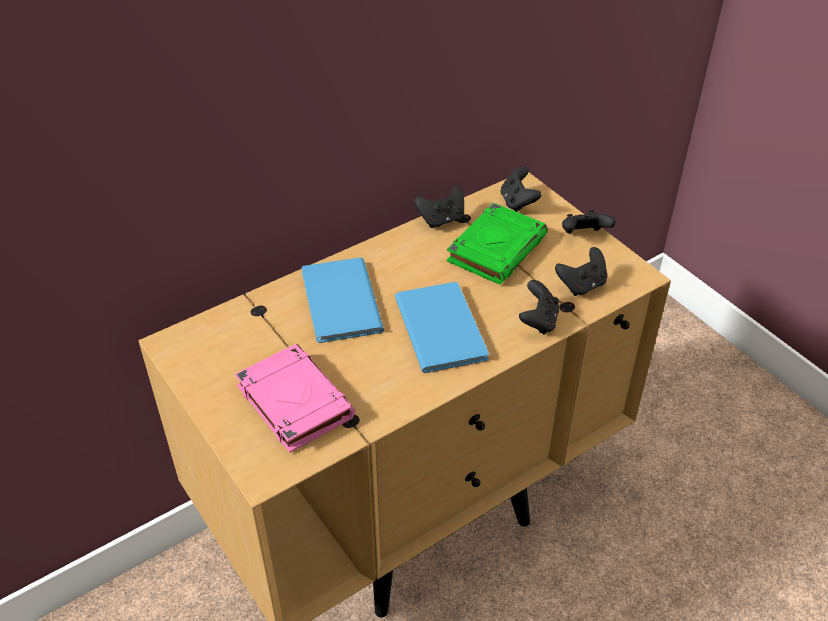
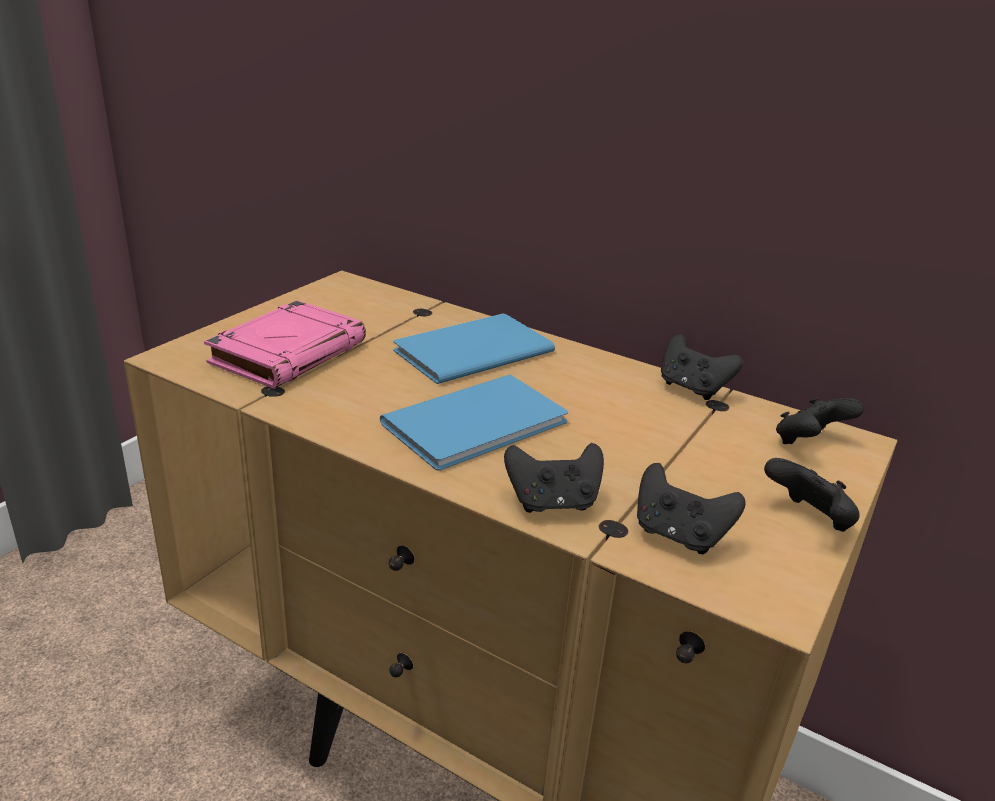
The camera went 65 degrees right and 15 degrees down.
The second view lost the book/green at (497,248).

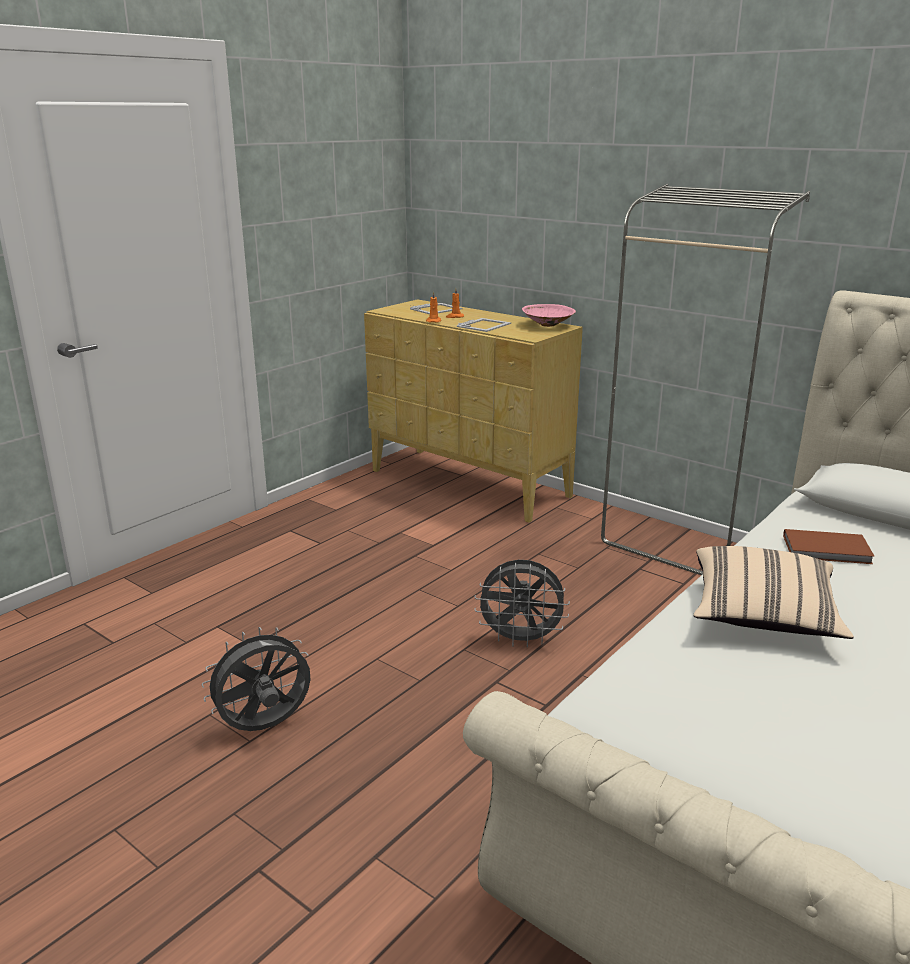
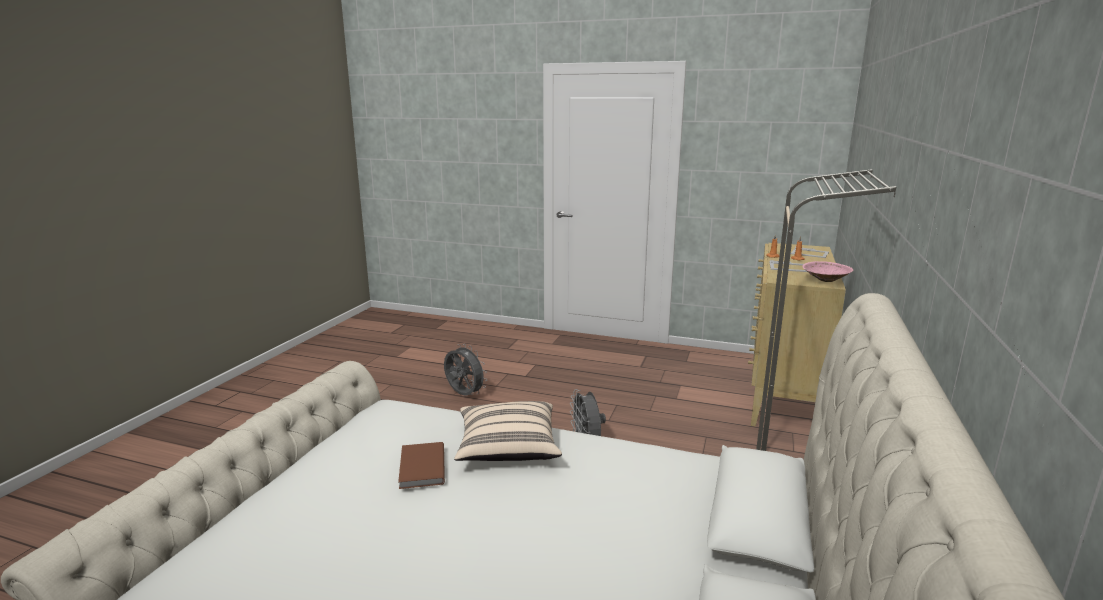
The camera went 70 degrees right and 5 degrees down.
The book/brown ended up elsewhere, having gone from (828,550) to (420,468).

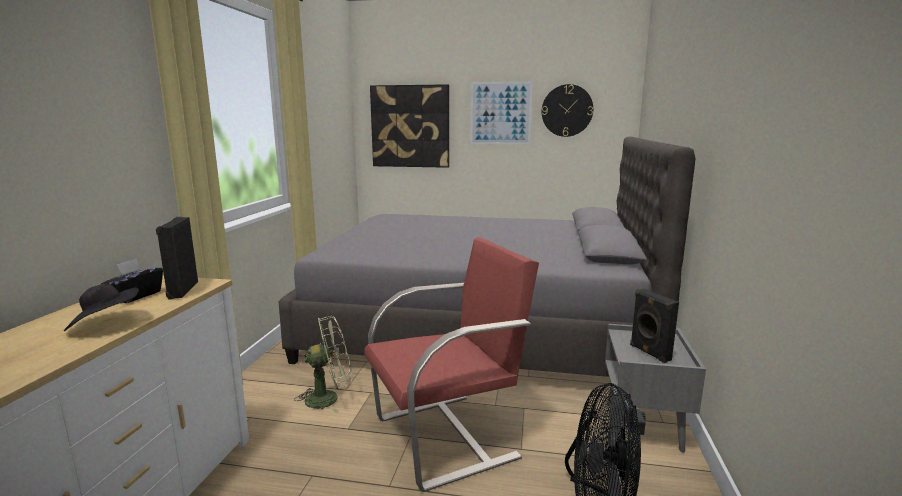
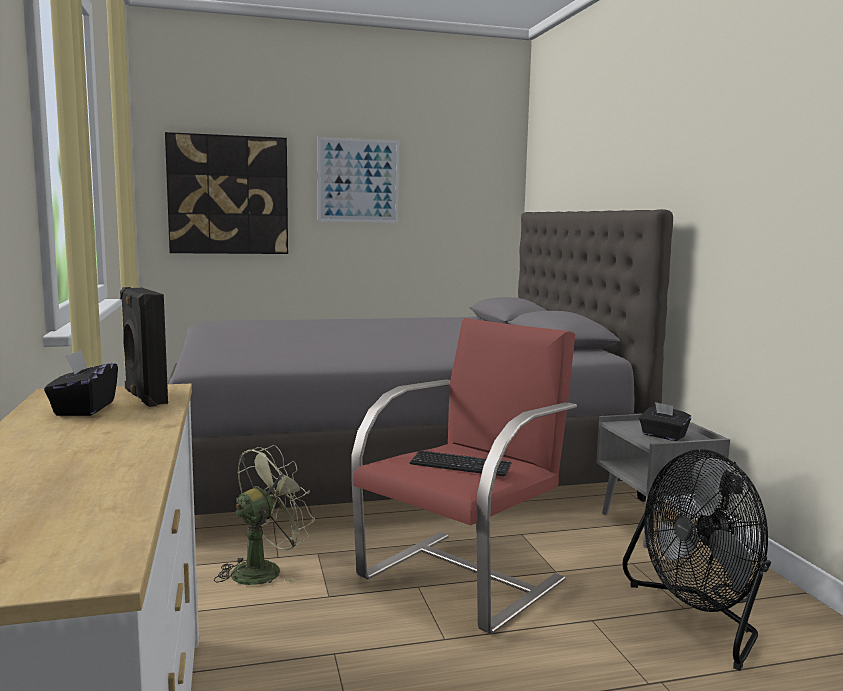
The camera went 25 degrees left and 5 degrees down.
The second view lost the wall clock at (567,110).
The second view lost the hat/black at (105,324).
Where the speaker/black stood at (649,353), the tissue box/black came to stand at (663,436).
The second view gained the keyboard at (460,466).

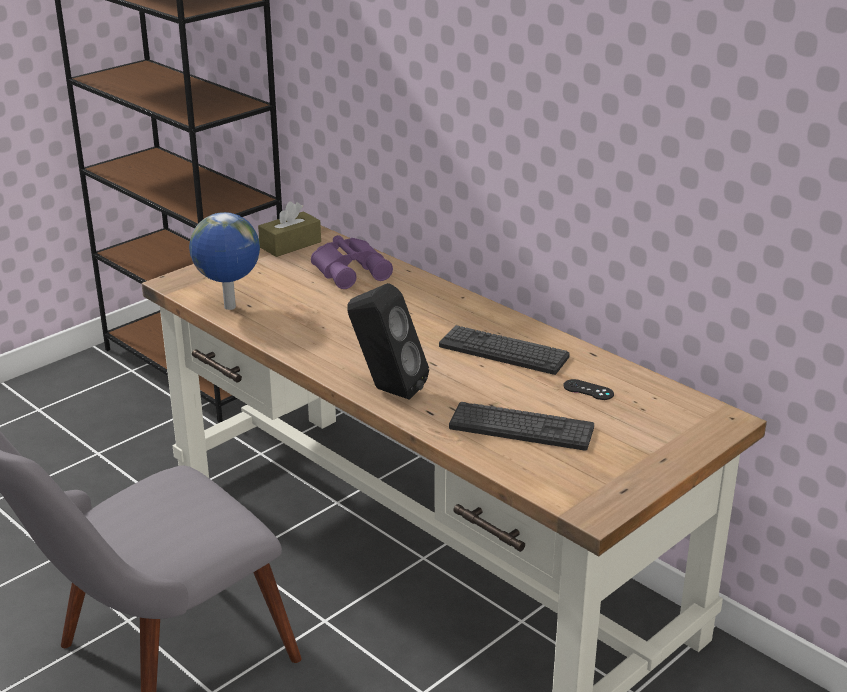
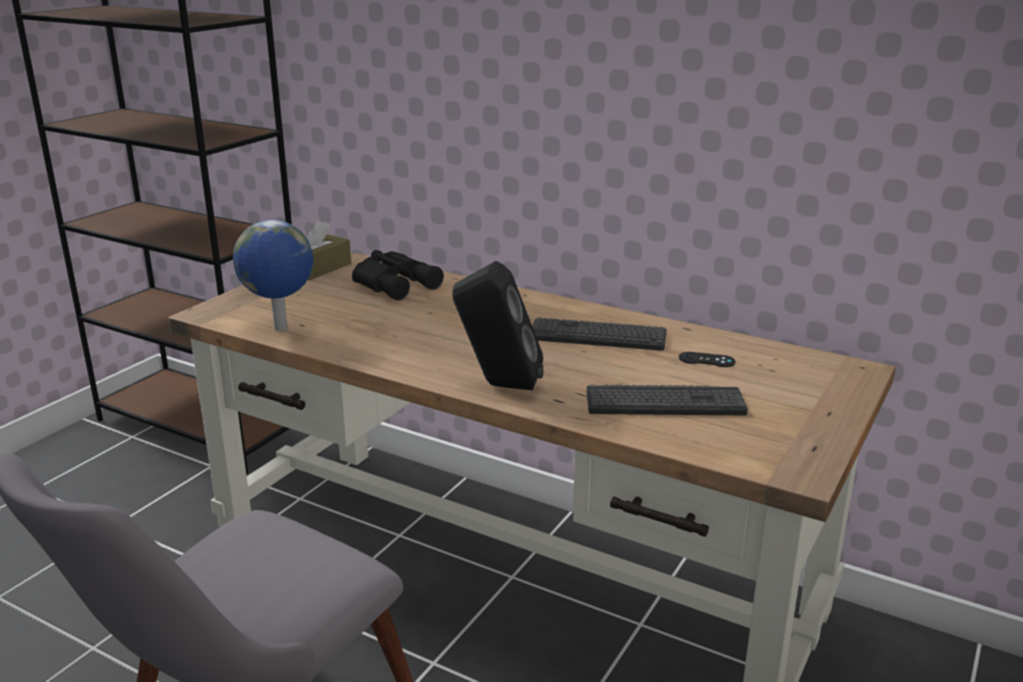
The camera went 15 degrees left and 5 degrees down.
What was the binoculars/purple at (351,270) turned into the binoculars/black at (396,283).

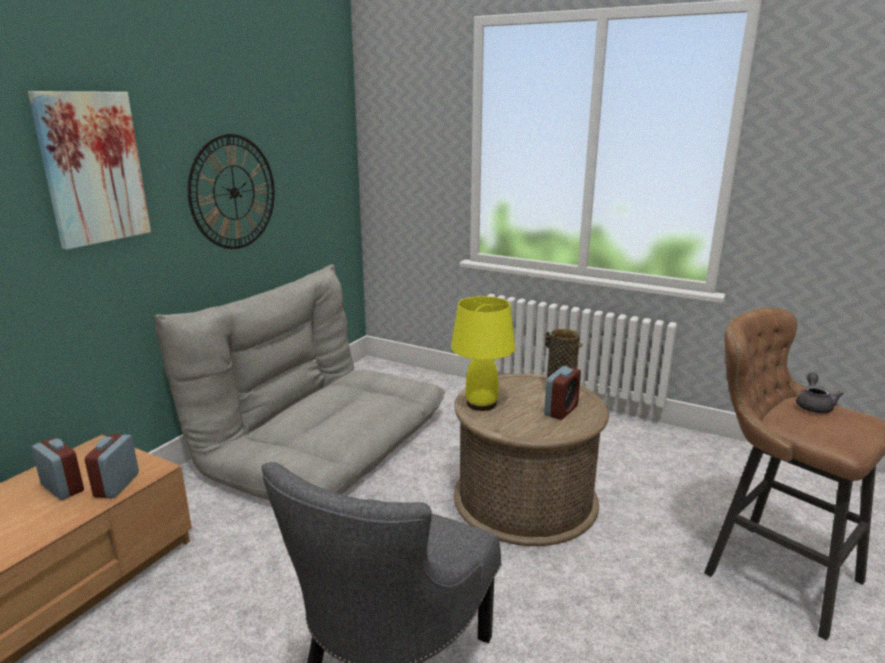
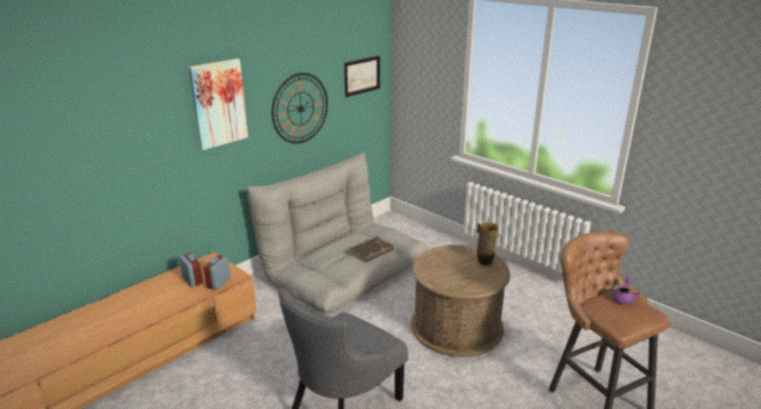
The camera went 15 degrees right and 5 degrees up.
The second view lost the table lamp/yellow at (482,403).
The second view lost the alarm clock at (561,410).
What was the teapot/grey at (813,405) turned into the teapot/purple at (623,298).
The second view gained the picture at (362,76).
The second view gained the book/brown at (371,252).

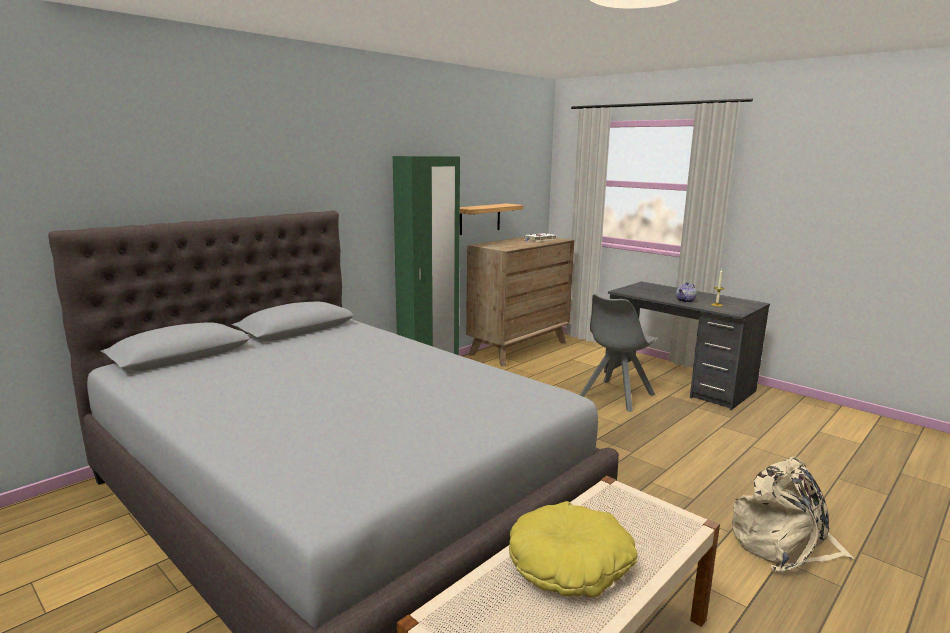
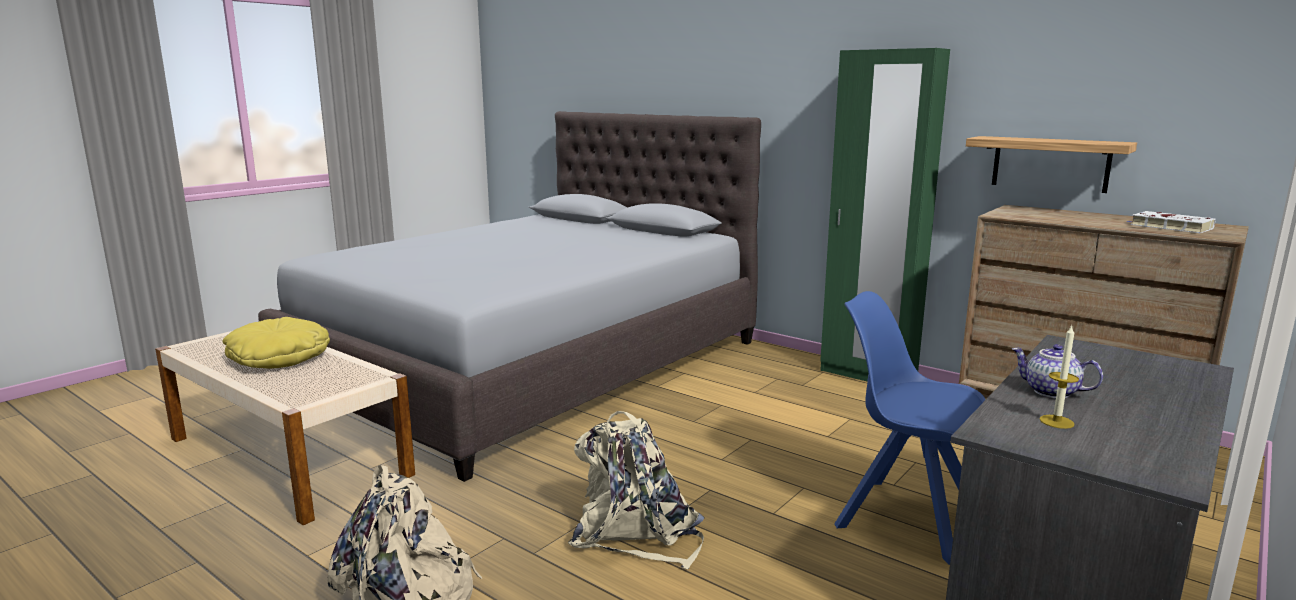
The camera went 85 degrees right and 0 degrees up.
What was the chair/grey at (615,396) turned into the chair/blue at (905,518).
The second view gained the backpack/beige at (636,533).

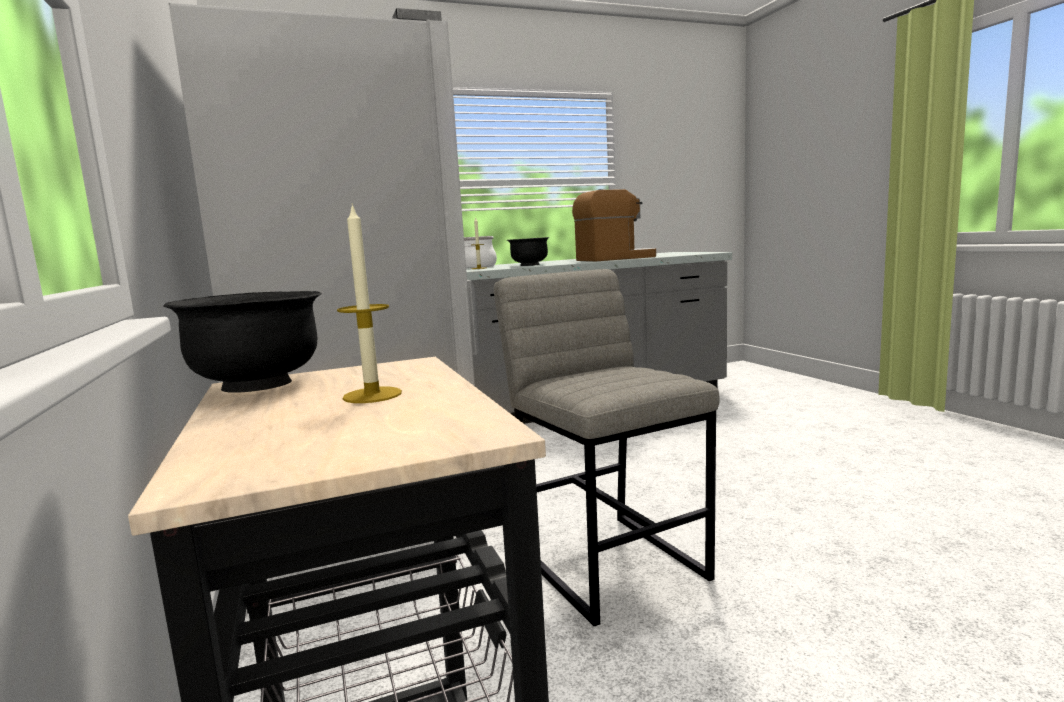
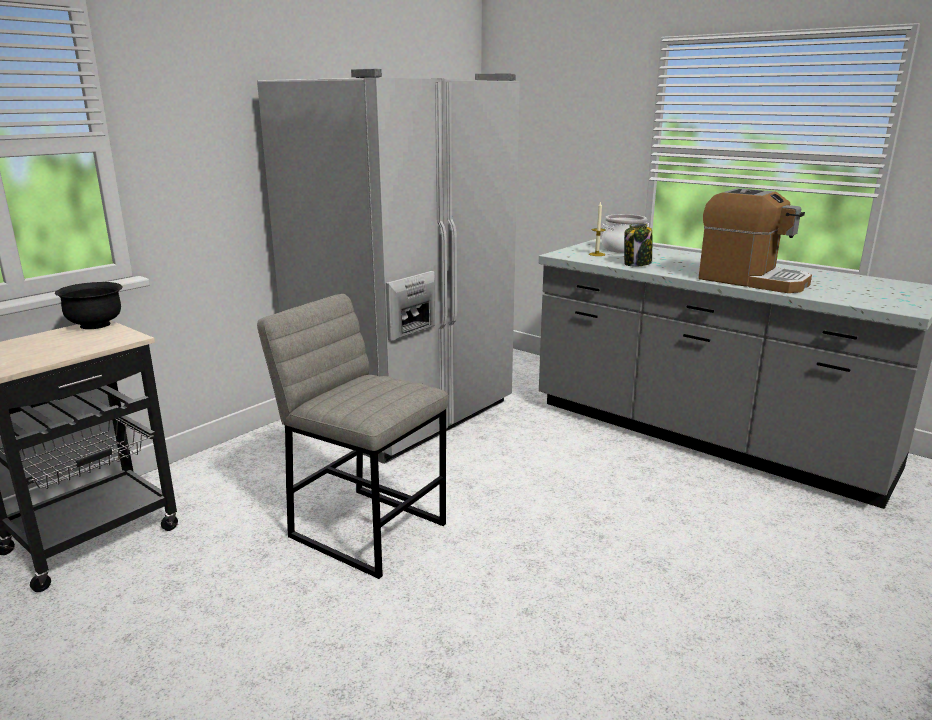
The camera went 60 degrees right and 10 degrees up.
The second view lost the candle at (372,395).
Where the bowl/black stood at (529,265), the jar came to stand at (637,264).
The chair/grey at (607,561) ended up facing another way, 90 degrees counterclockwise from before.

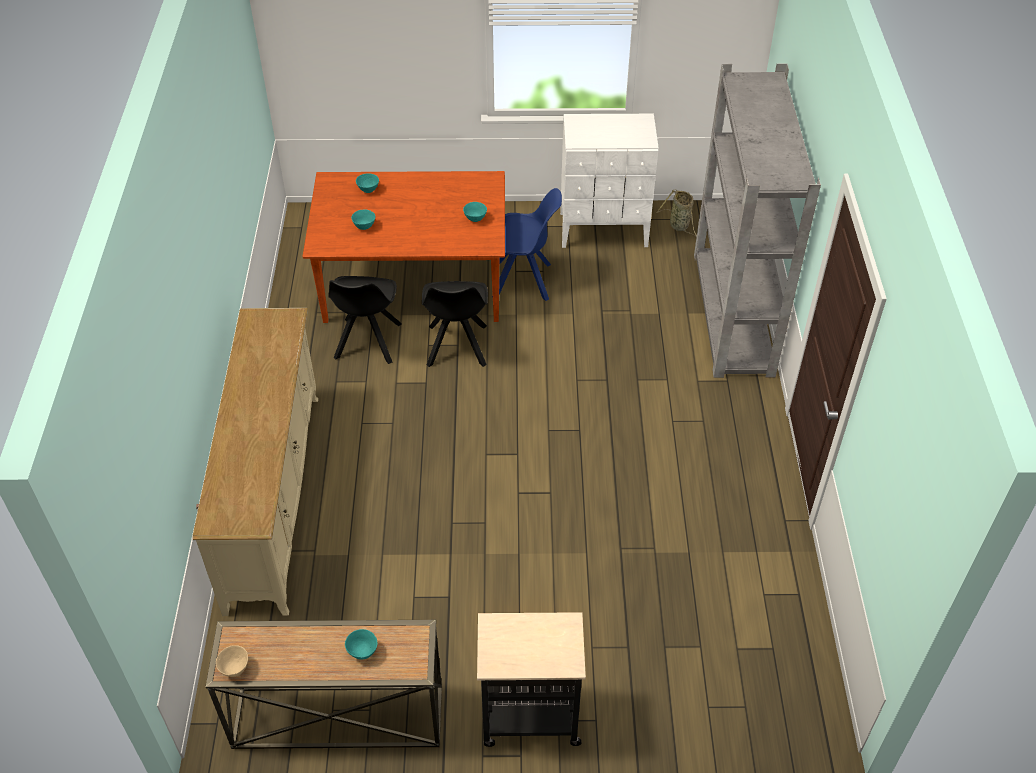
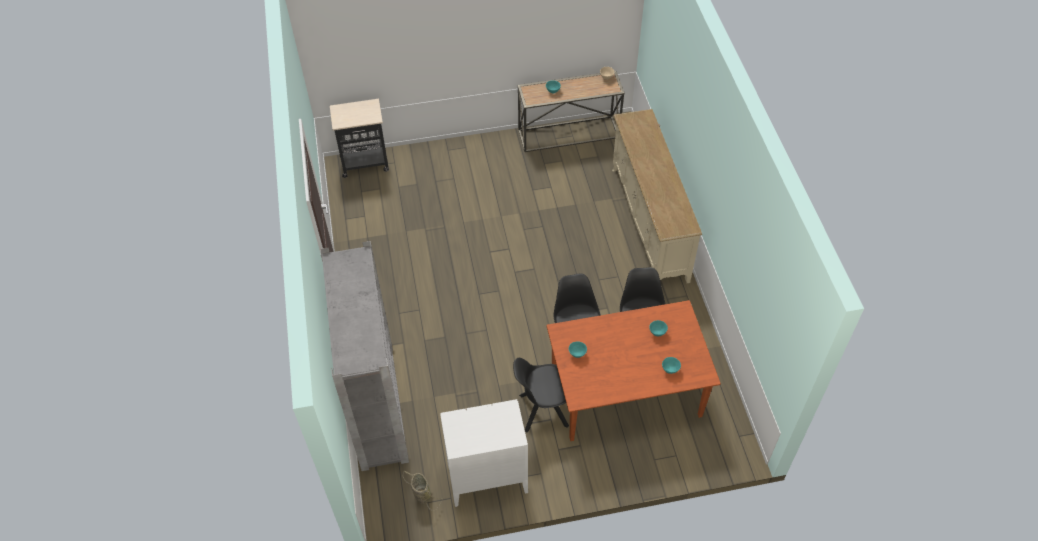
The camera went 170 degrees right and 5 degrees up.
What was the chair/blue at (523,281) turned into the chair/black at (542,410).
The cart ended up elsewhere, having gone from (529,718) to (365,163).

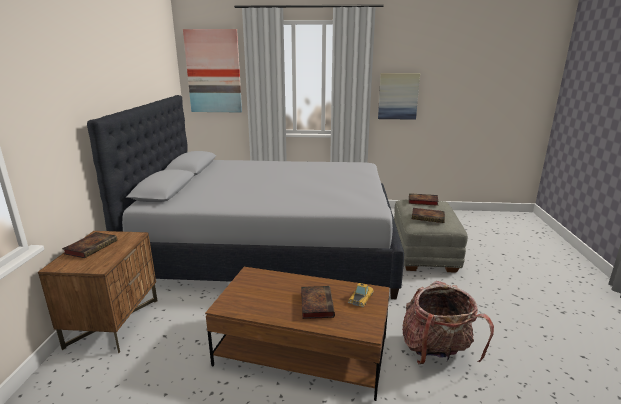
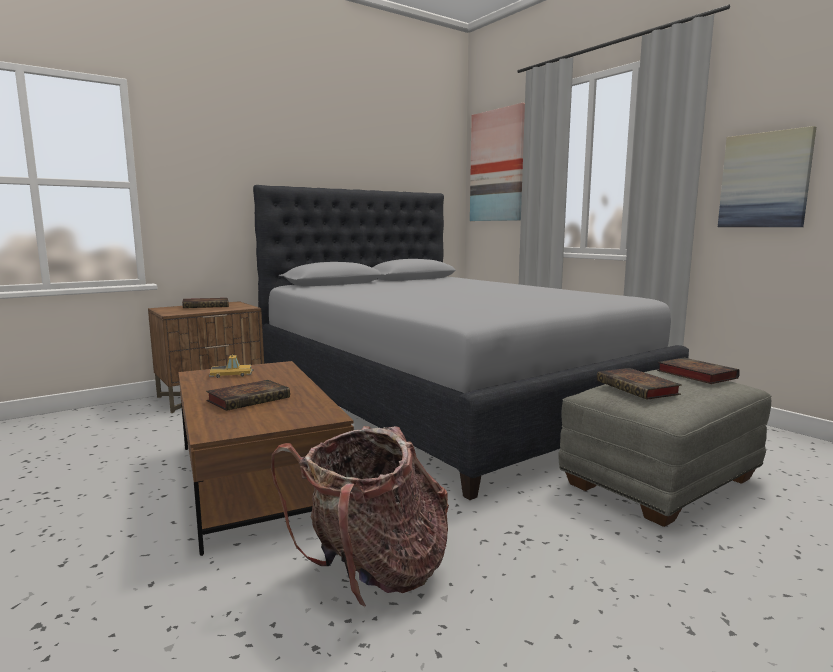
The camera went 50 degrees right and 10 degrees down.
The toy car ended up elsewhere, having gone from (361,297) to (232,374).

